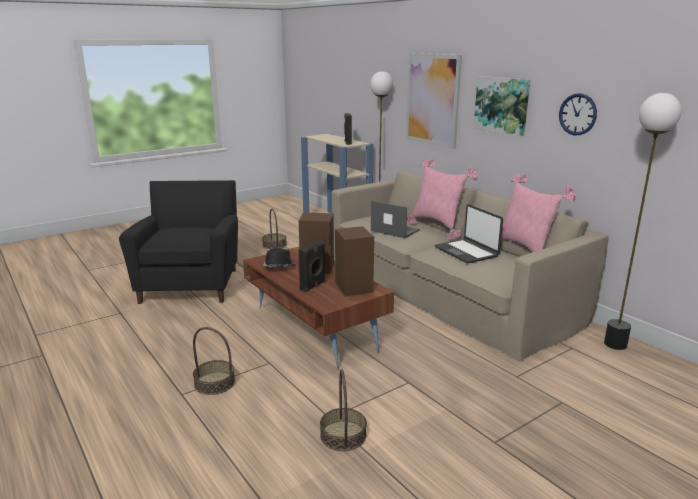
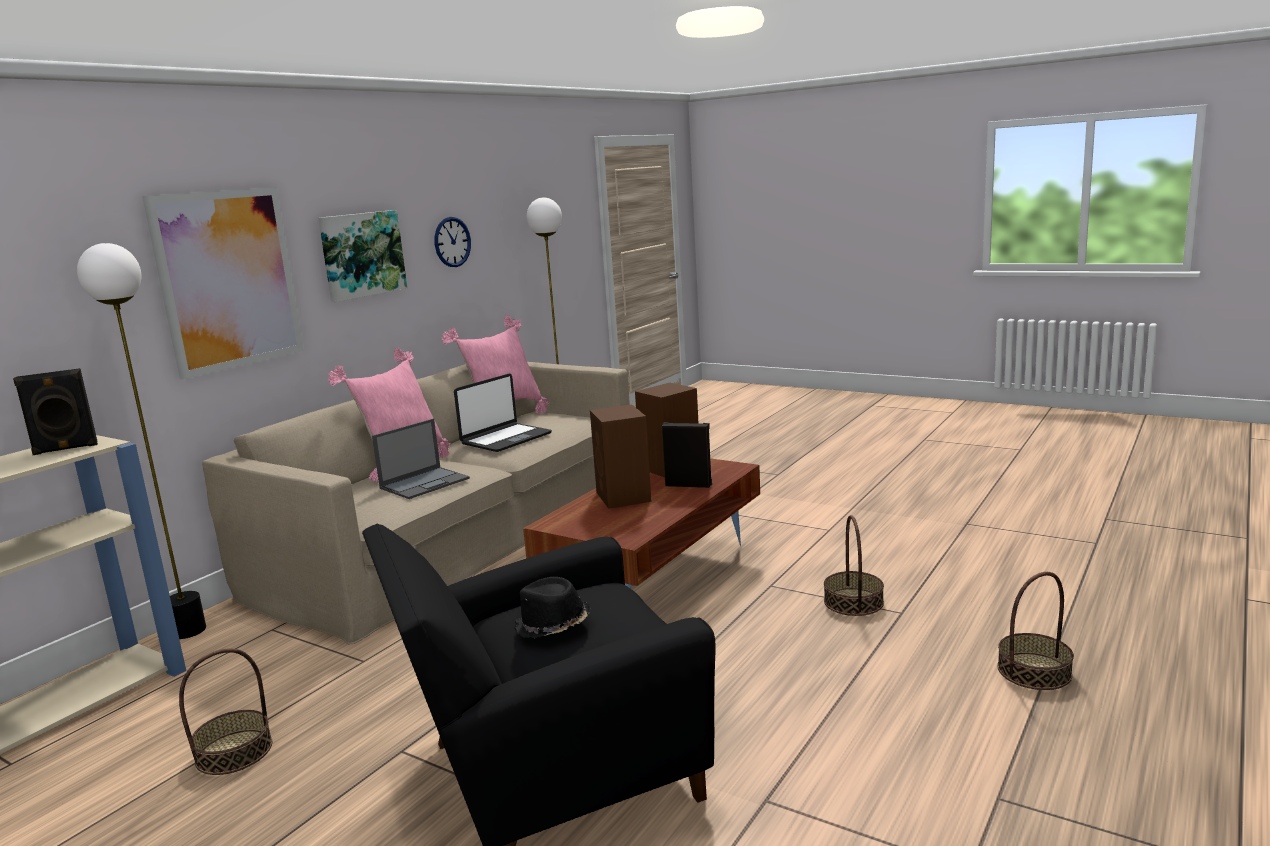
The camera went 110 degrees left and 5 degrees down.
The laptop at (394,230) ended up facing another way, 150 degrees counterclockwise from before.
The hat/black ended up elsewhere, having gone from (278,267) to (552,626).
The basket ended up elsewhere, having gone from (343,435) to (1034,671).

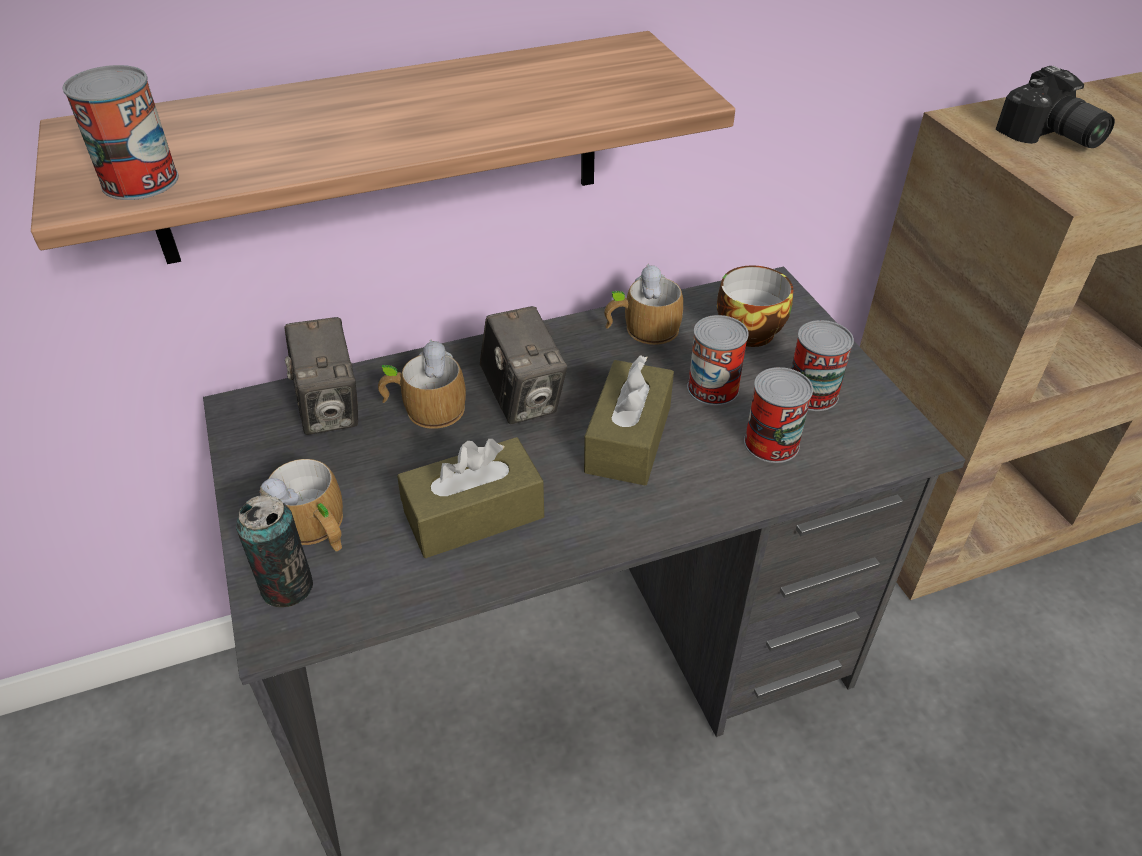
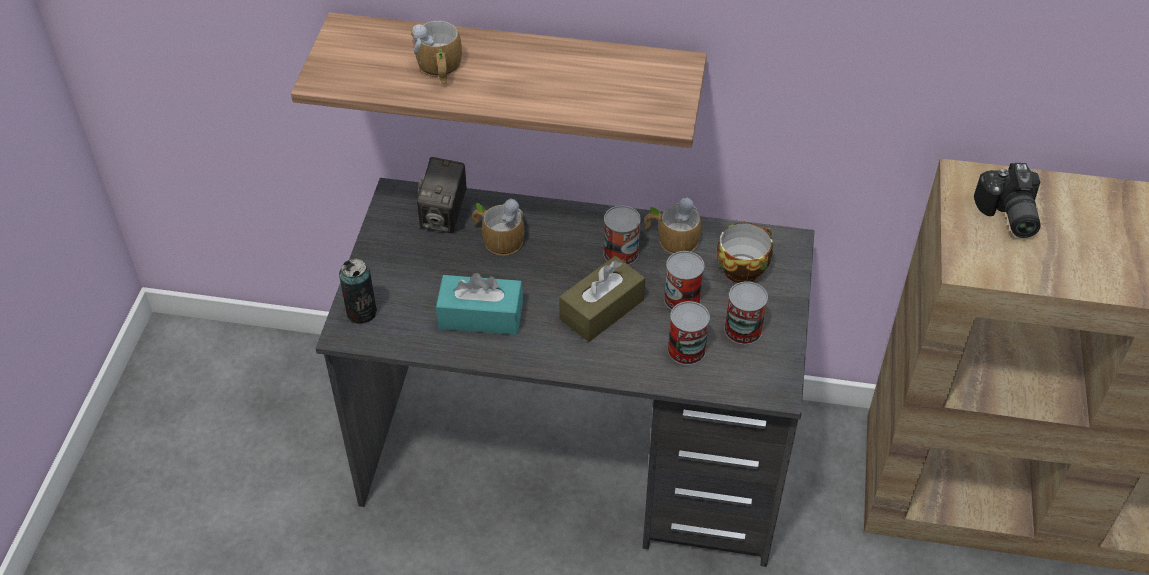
The camera went 30 degrees right and 5 degrees up.
The can ended up elsewhere, having gone from (140,181) to (621,253).
The second view lost the photo camera at (523,399).
What was the tissue box/brown at (474,514) turned into the tissue box/turquoise at (480,316).
The mug ended up elsewhere, having gone from (315,529) to (439,69).

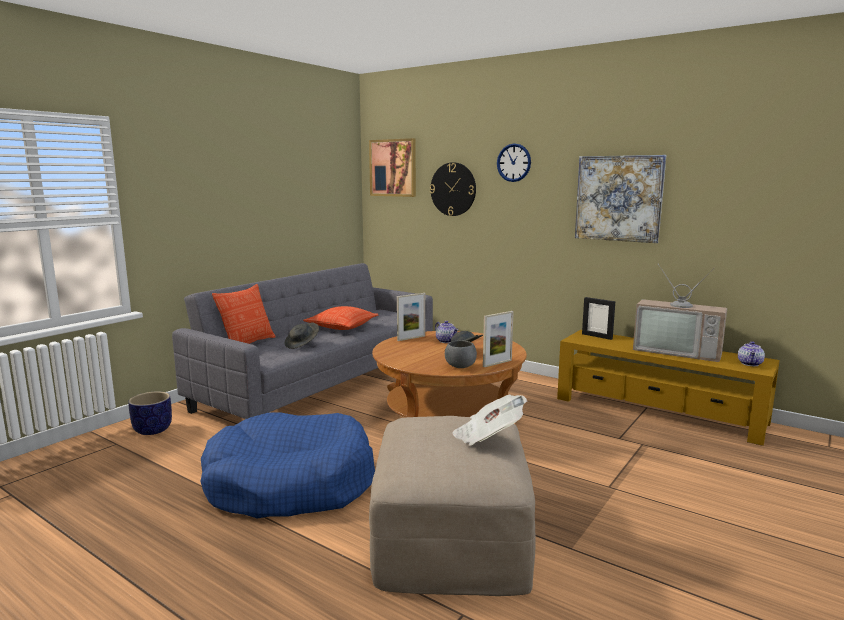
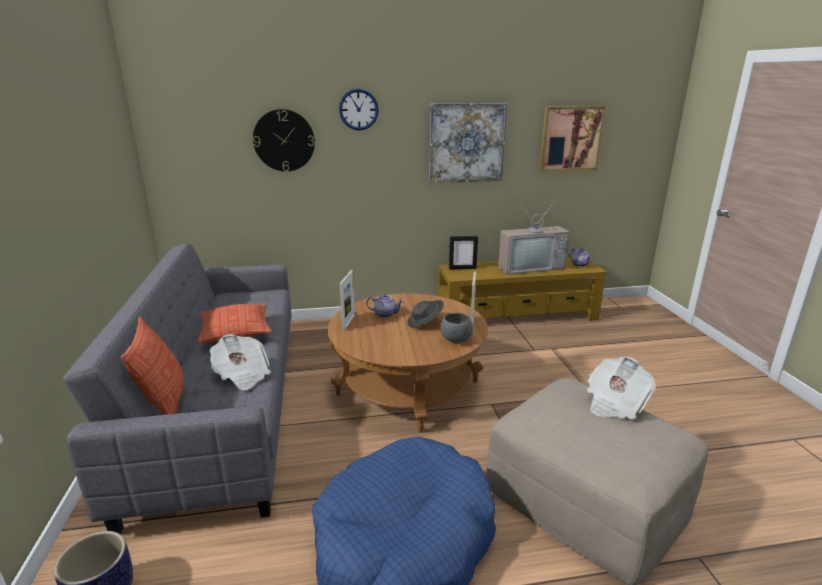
The camera went 45 degrees left and 10 degrees up.
The picture ended up elsewhere, having gone from (393,168) to (571,139).
Where the hat/grey stood at (302,344), the newspaper came to stand at (242,375).

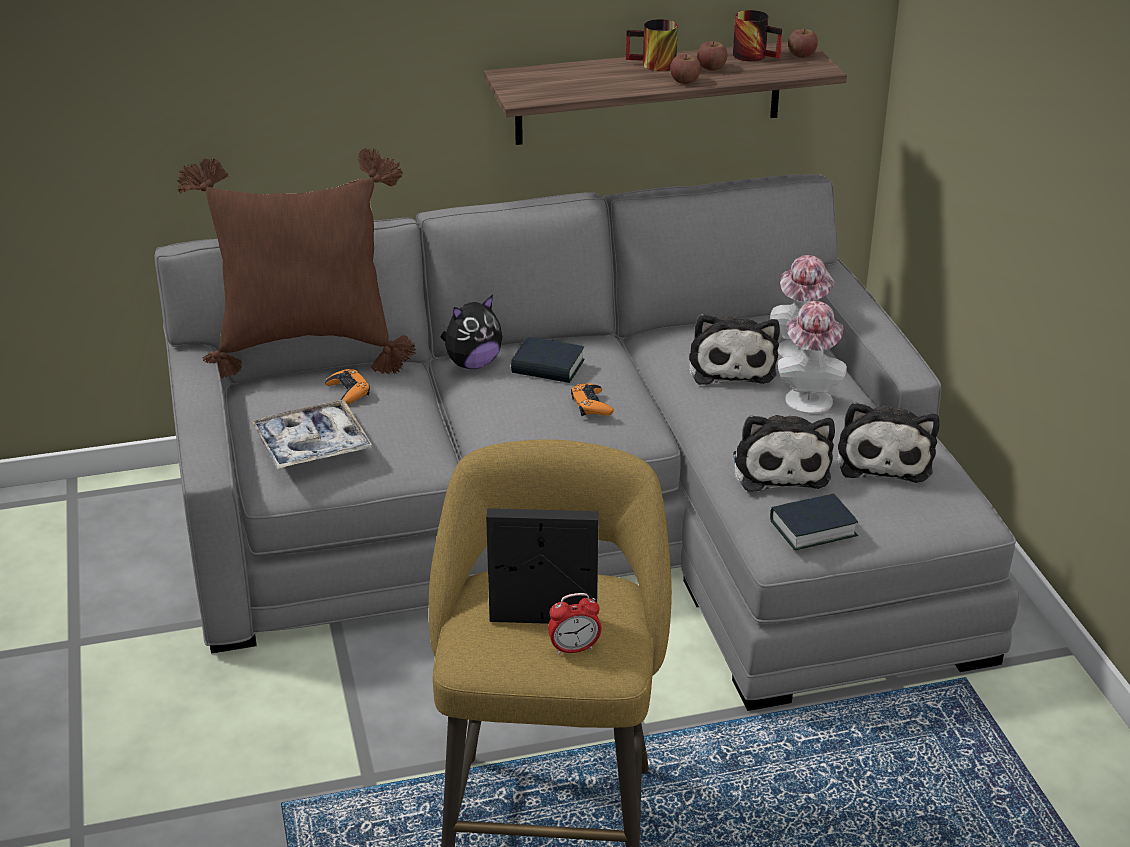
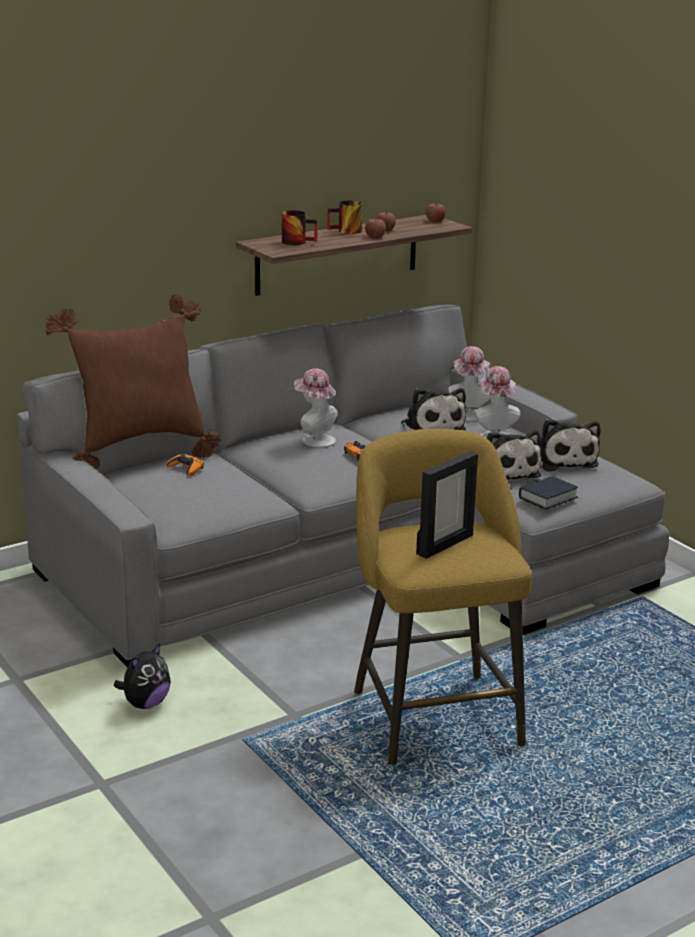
The camera went 20 degrees left and 10 degrees down.
The mug ended up elsewhere, having gone from (756,55) to (298,242).
The plush toy ended up elsewhere, having gone from (472,364) to (145,704).
Where the book stood at (548,367), the hat came to stand at (315,440).
The second view lost the tray at (312,445).
The picture frame at (543,620) ended up facing another way, 150 degrees clockwise from before.
The second view lost the alarm clock at (574,648).

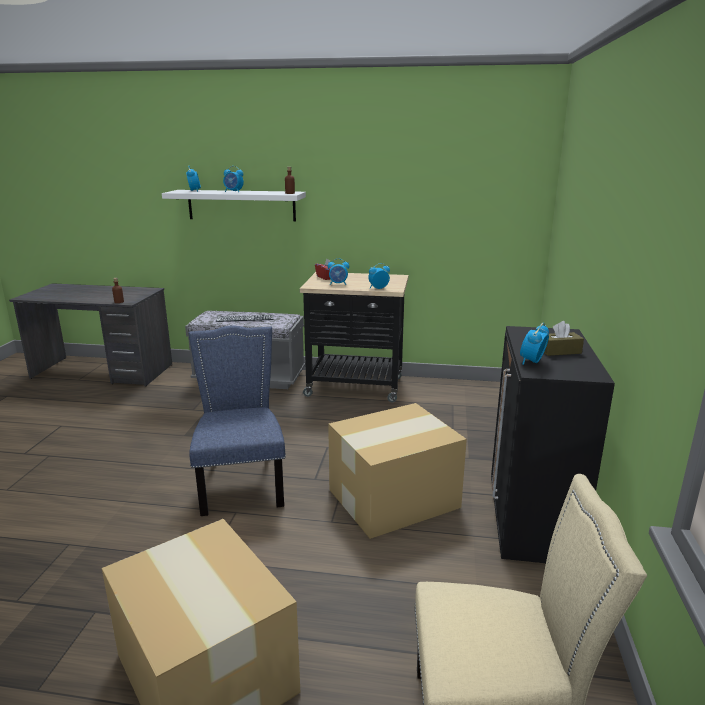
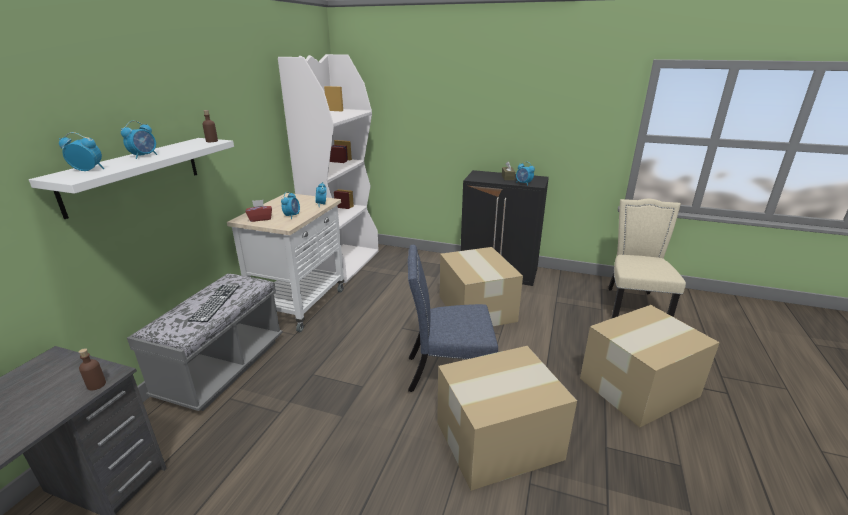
The camera went 80 degrees left and 5 degrees up.
What was the cart/black at (355,387) turned into the cart/white at (300,304).
The second view gained the bookcase/white at (344,263).
The second view gained the cardboard box at (496,440).

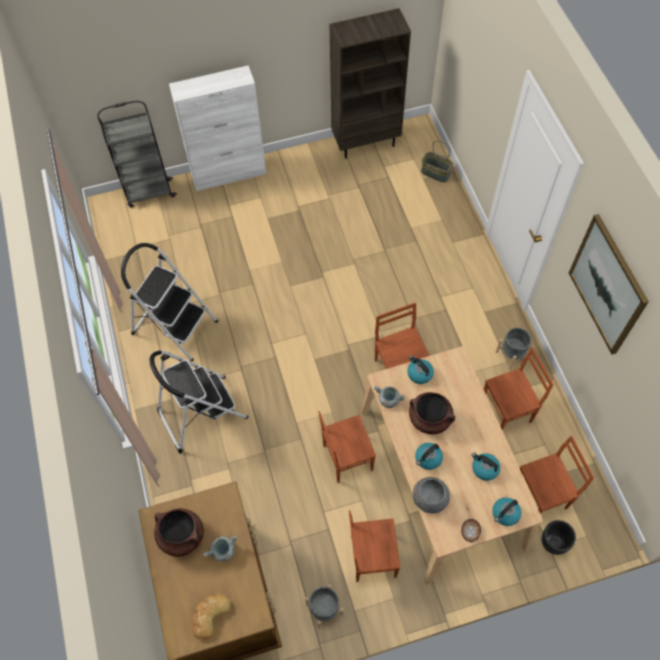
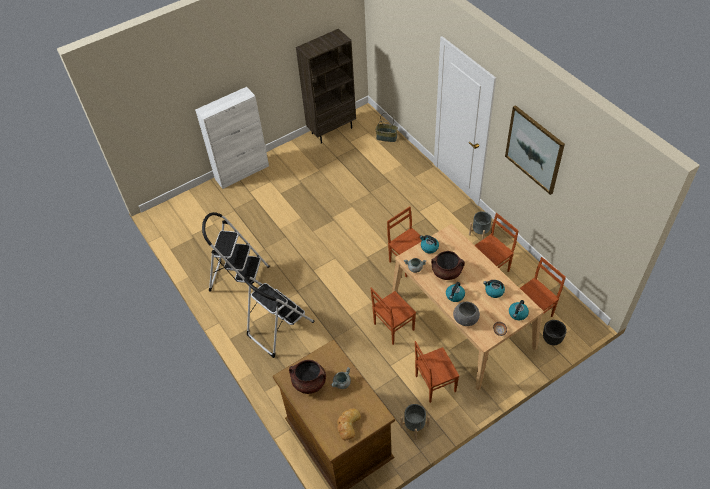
The camera went 15 degrees left and 10 degrees down.
The second view lost the cart/grey at (149,193).

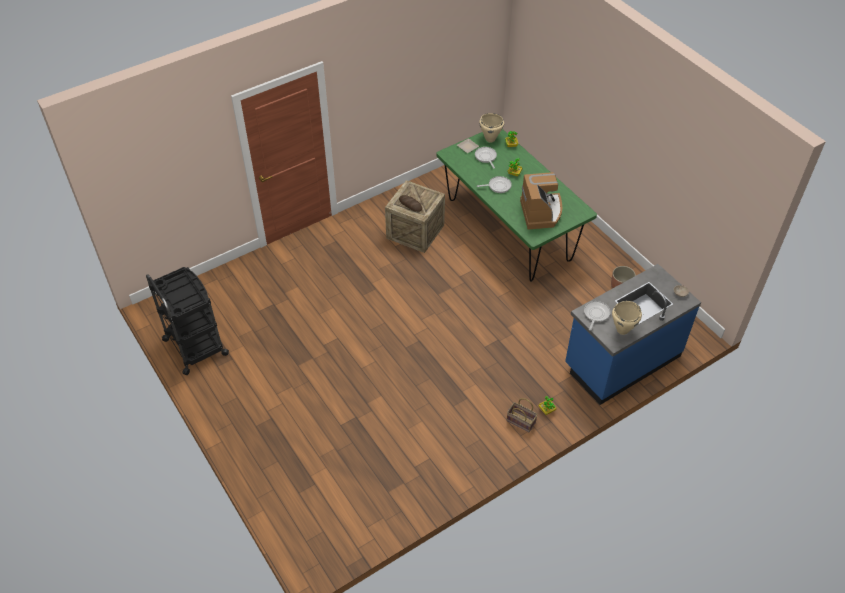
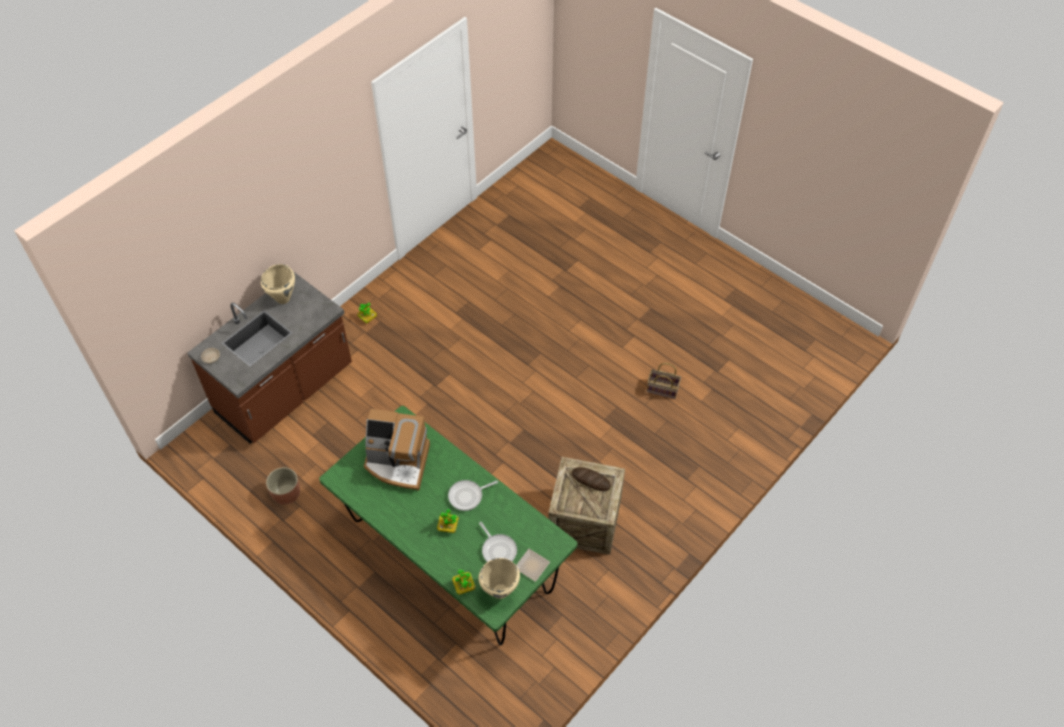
The camera went 165 degrees right and 5 degrees up.
The coffee machine at (541,212) ended up facing another way, 60 degrees counterclockwise from before.
What was the counter/blue at (621,360) turned into the counter/brown at (285,391).
The second view lost the cart/black at (196,347).
The second view lost the frying pan at (596,314).
The basket ended up elsewhere, having gone from (522,421) to (661,389).

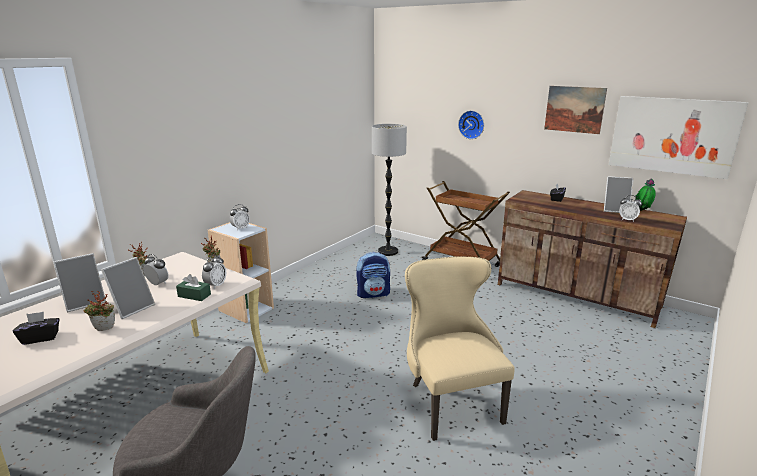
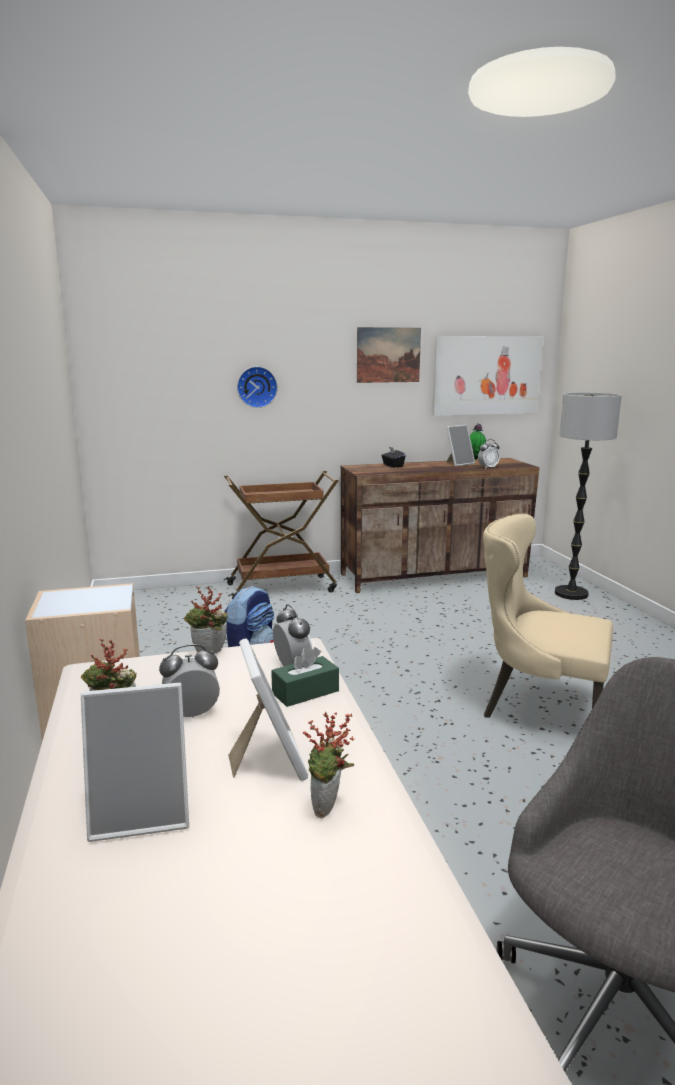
The camera went 50 degrees left and 5 degrees down.
The floor lamp ended up elsewhere, having gone from (388,251) to (571,594).
The second view lost the alarm clock at (240,228).
The picture frame at (85,302) ended up facing another way, 75 degrees clockwise from before.
The second view lost the tissue box/black at (40,338).

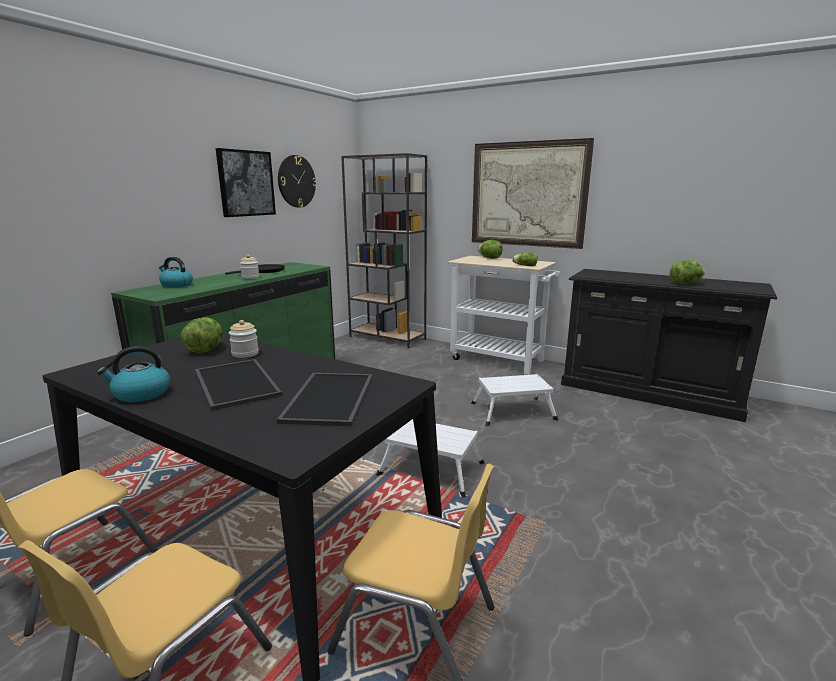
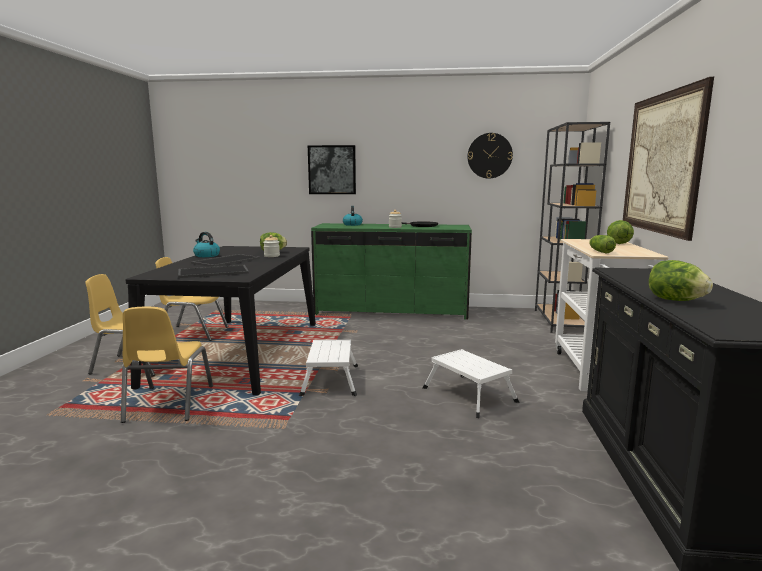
The camera went 65 degrees right and 5 degrees down.
The picture ended up elsewhere, having gone from (246,183) to (332,170).

